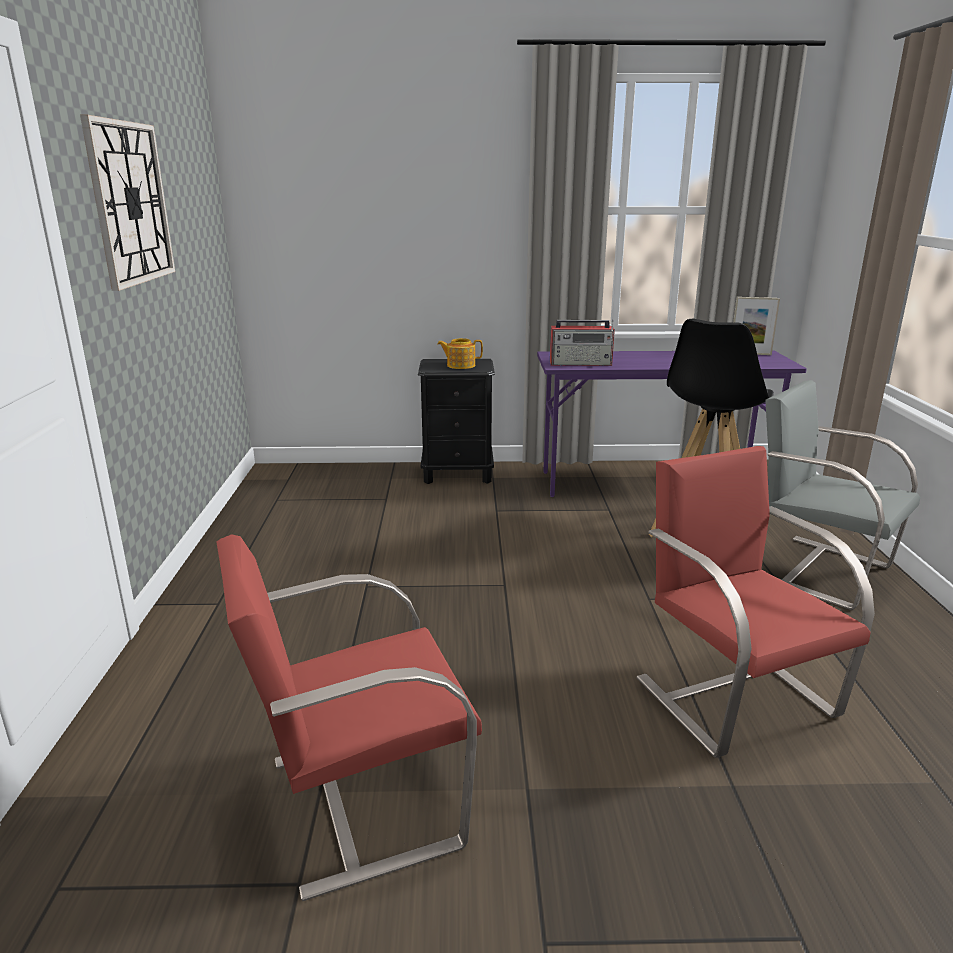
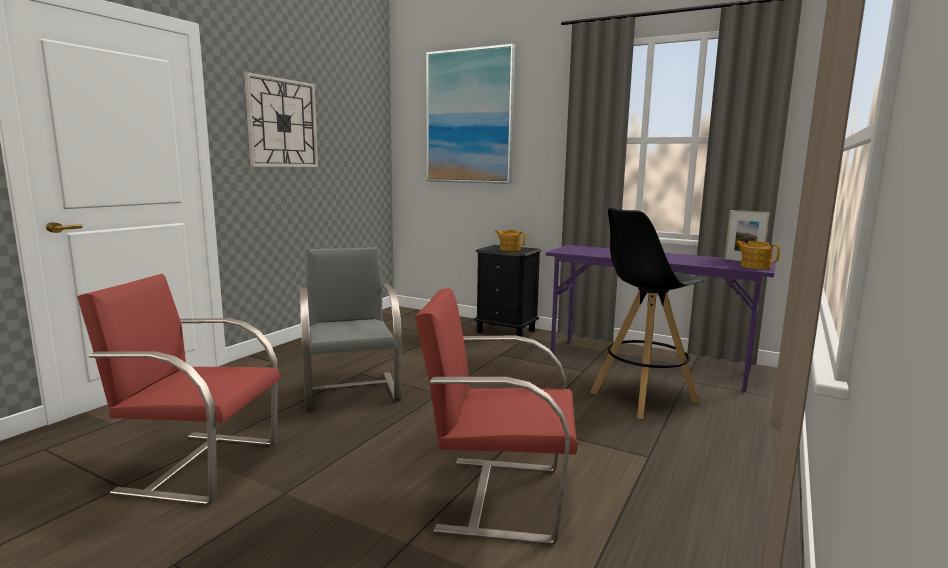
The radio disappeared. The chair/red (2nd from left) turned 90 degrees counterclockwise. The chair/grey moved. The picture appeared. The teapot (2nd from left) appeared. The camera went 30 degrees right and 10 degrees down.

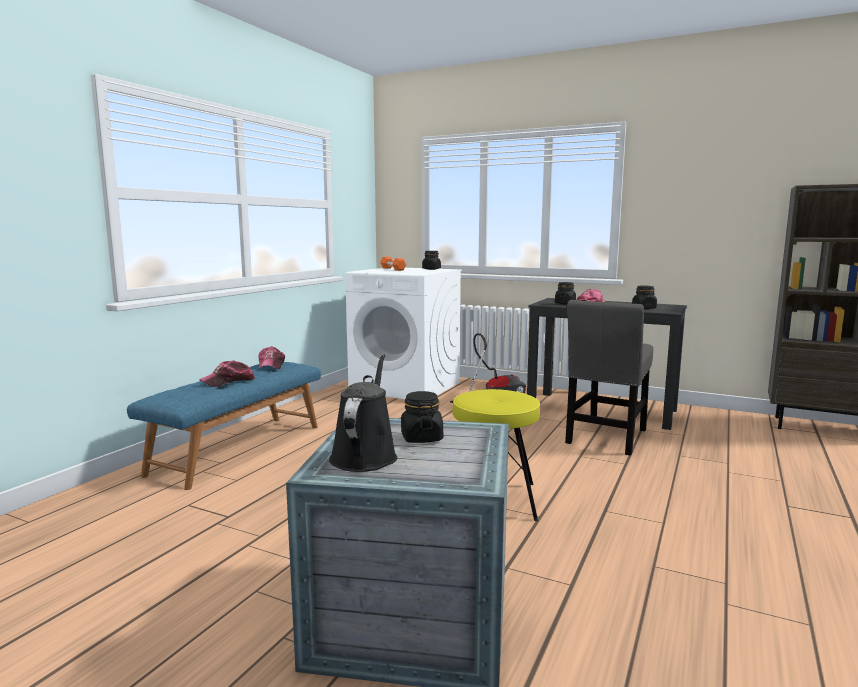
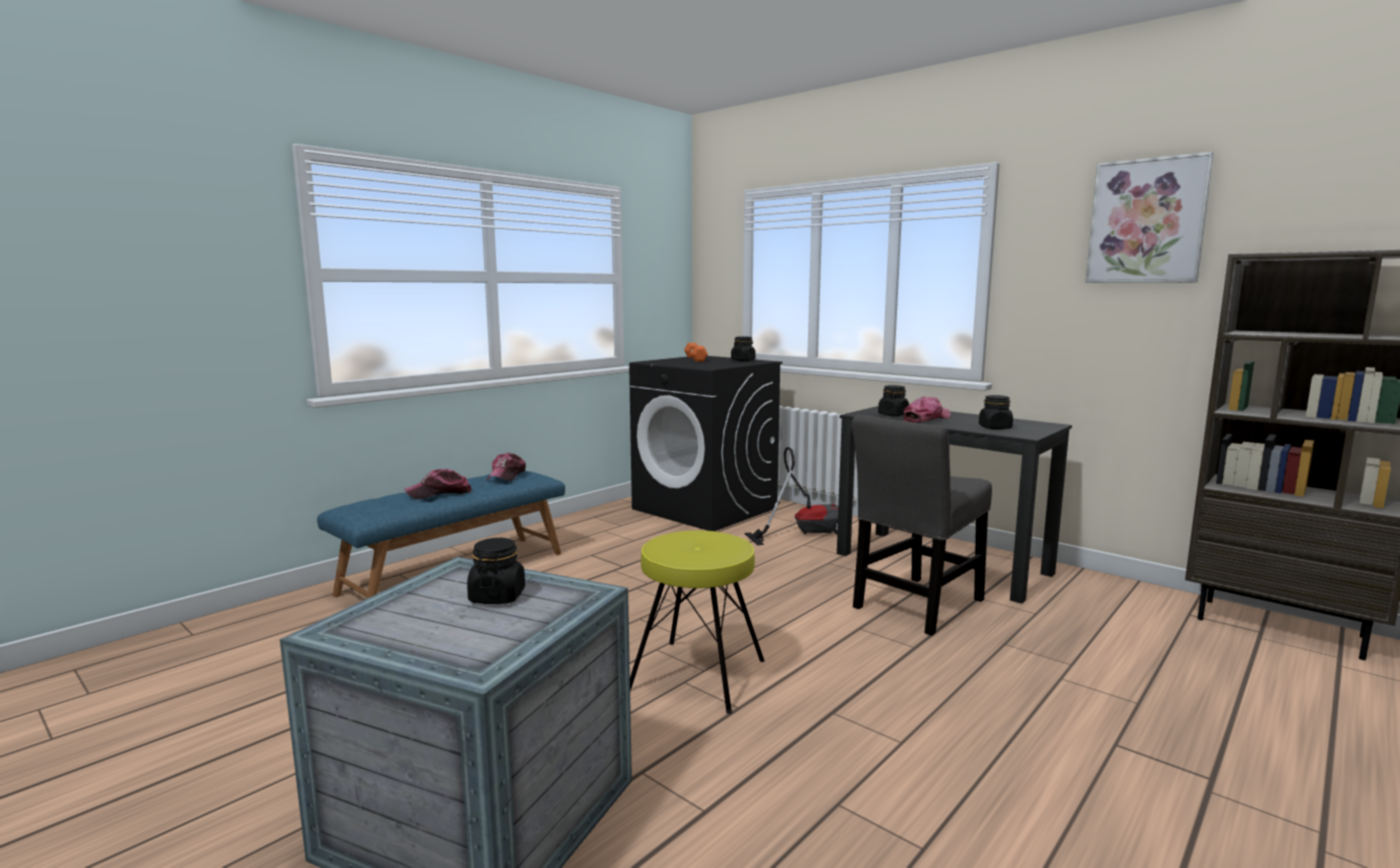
The watering can/black disappeared. The washing machine/white became the washing machine/black. The picture appeared. The camera went 15 degrees right and 0 degrees up.

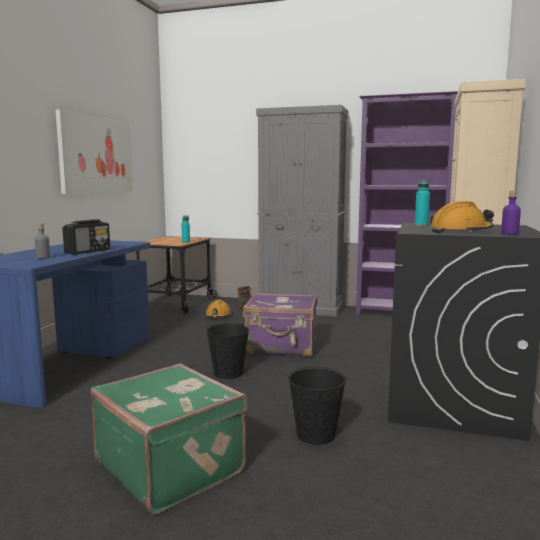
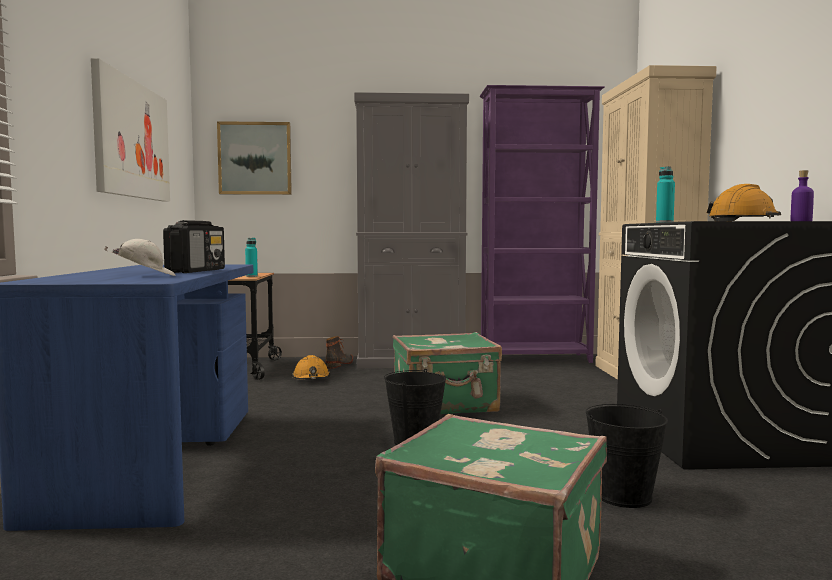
The bottle/grey was replaced by the cap/white. The suitcase/purple became the suitcase/green (1st from left). The picture (2nd from left) appeared. The camera went 20 degrees left and 5 degrees down.

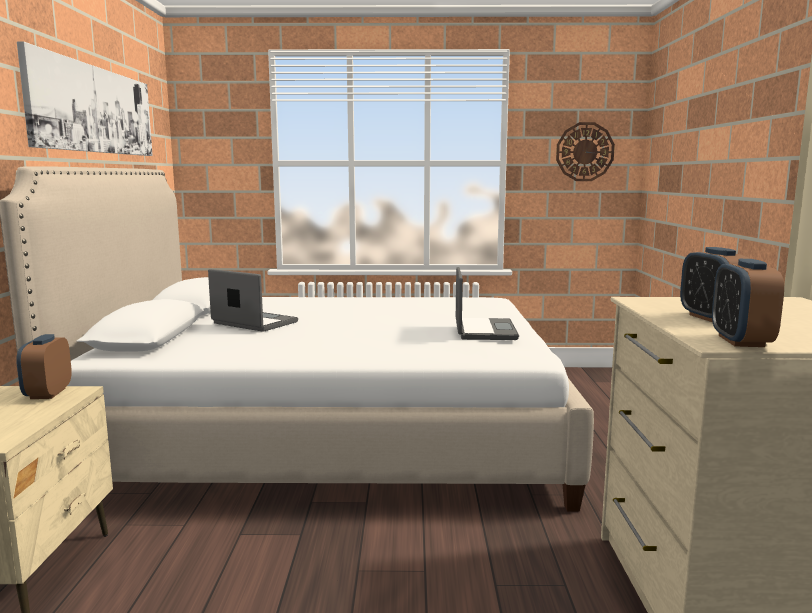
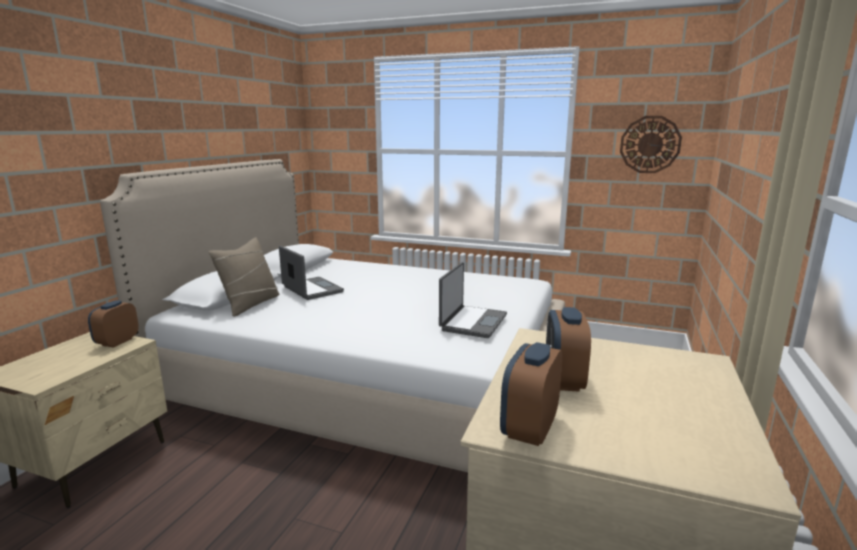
The picture disappeared. The pillow/beige appeared. The camera went 20 degrees right and 5 degrees up.

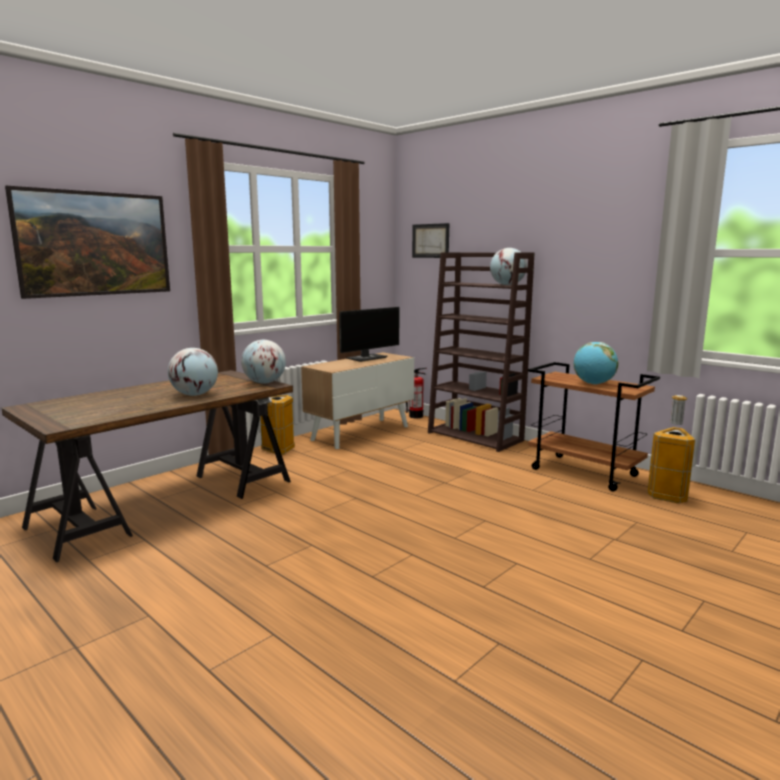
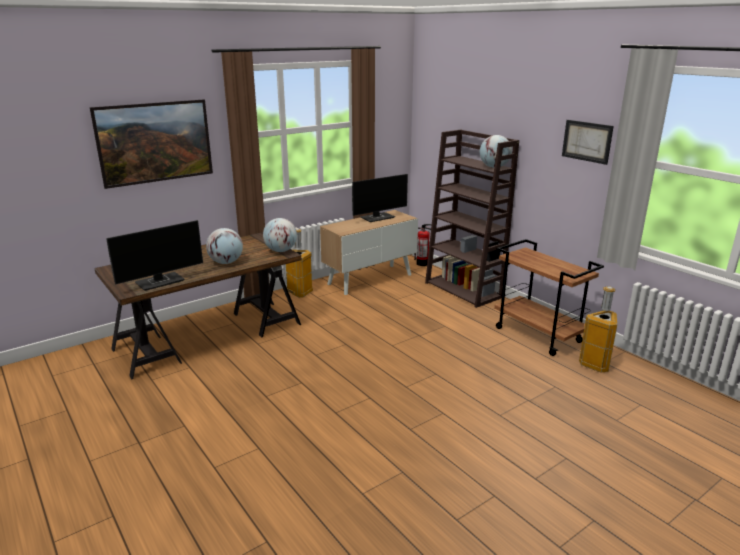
The picture (2nd from left) moved. The globe (4th from left) disappeared. The monitor (1st from left) appeared. The camera went 10 degrees right and 10 degrees up.

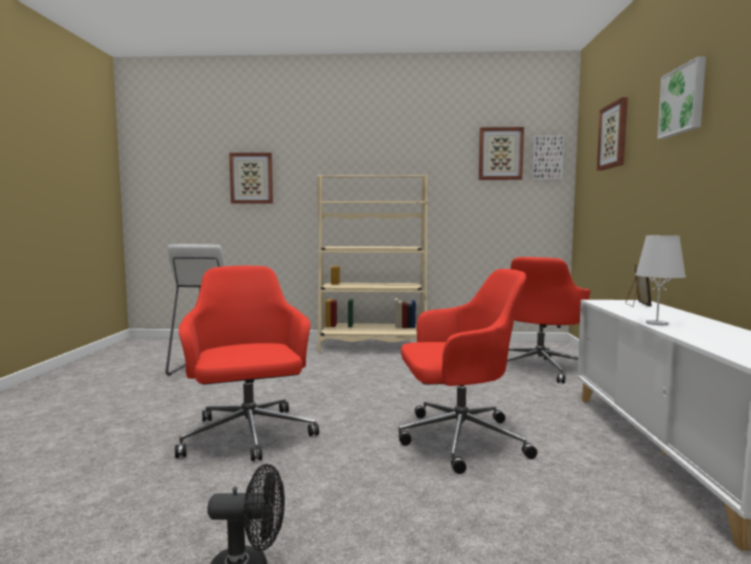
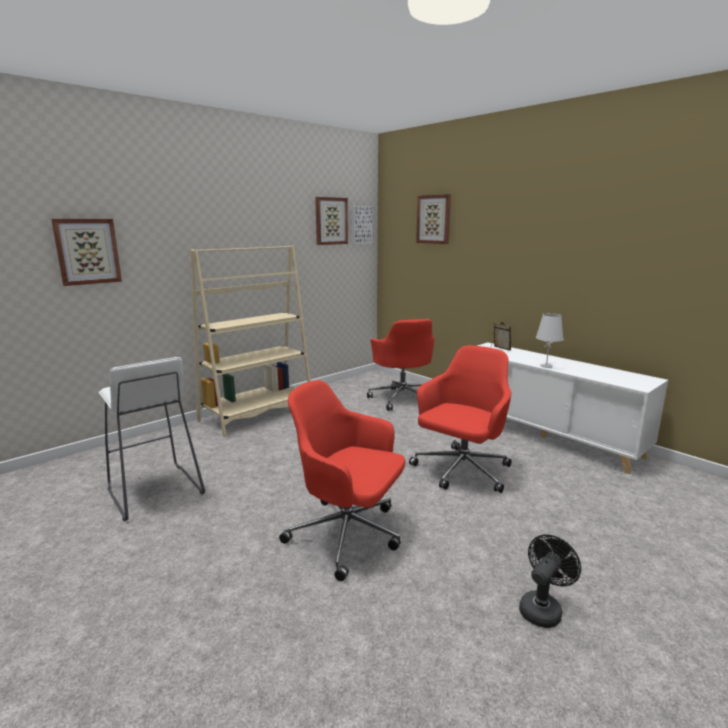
The picture (5th from left) disappeared. The camera went 45 degrees left and 10 degrees up.

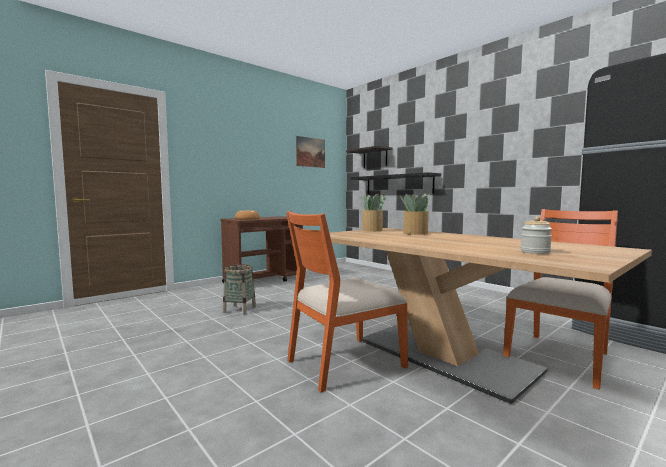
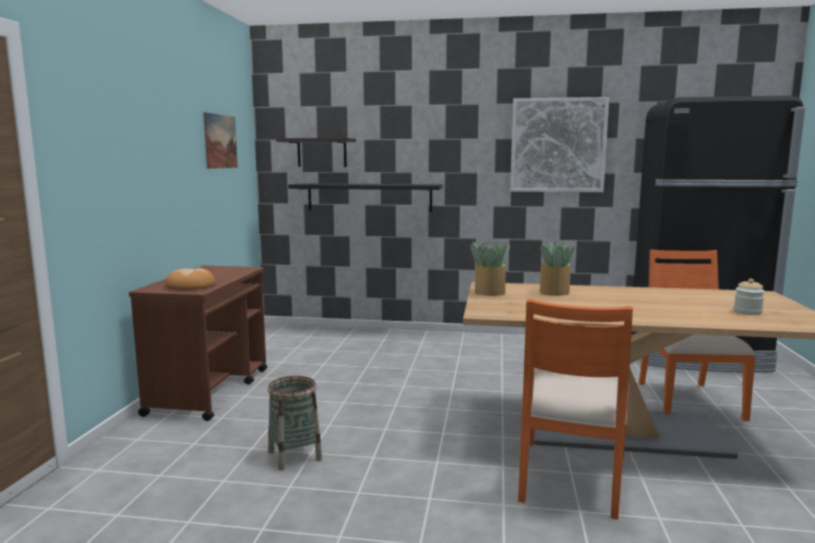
The picture (2nd from left) appeared. The camera went 40 degrees left and 5 degrees up.

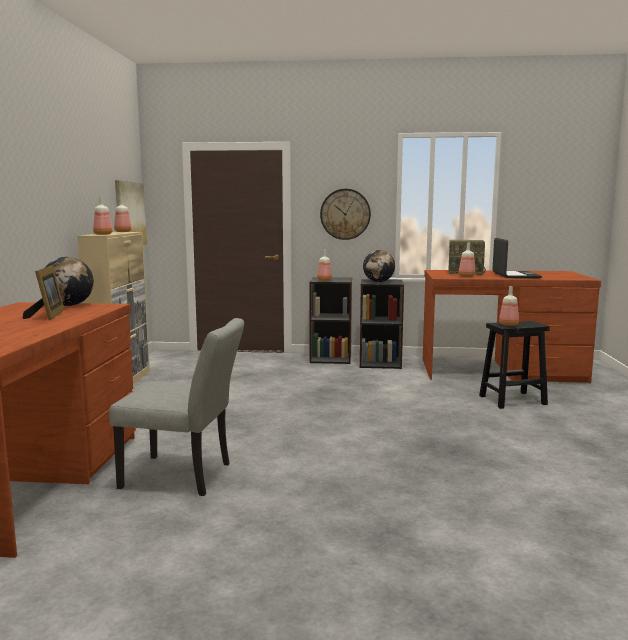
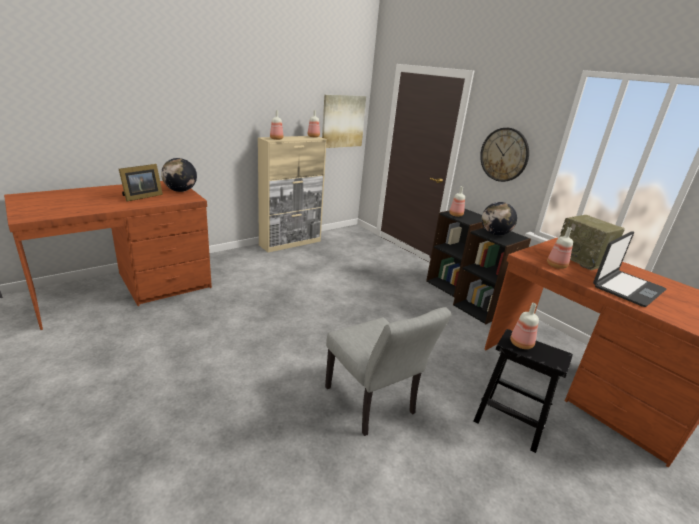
The chair/grey moved. The camera went 45 degrees right and 15 degrees up.

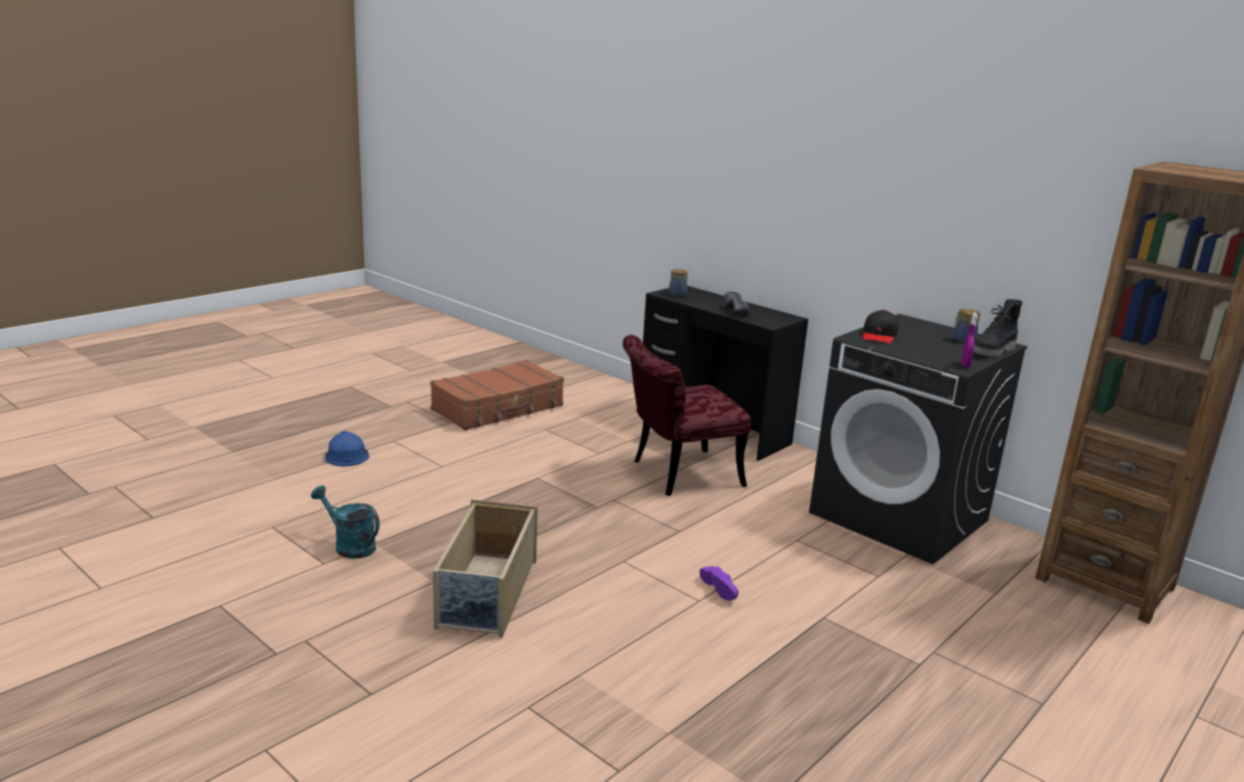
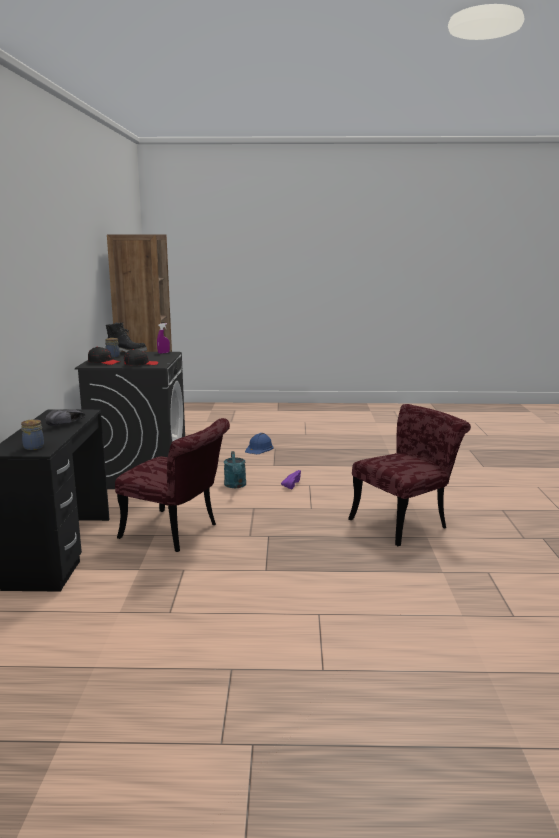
The watering can/turquoise moved. The hard hat/blue moved. The suitcase/brown disappeared. The storage box/beige was replaced by the chair/red (2nd from left). The cap/black (1st from left) appeared. The camera went 130 degrees left and 5 degrees down.

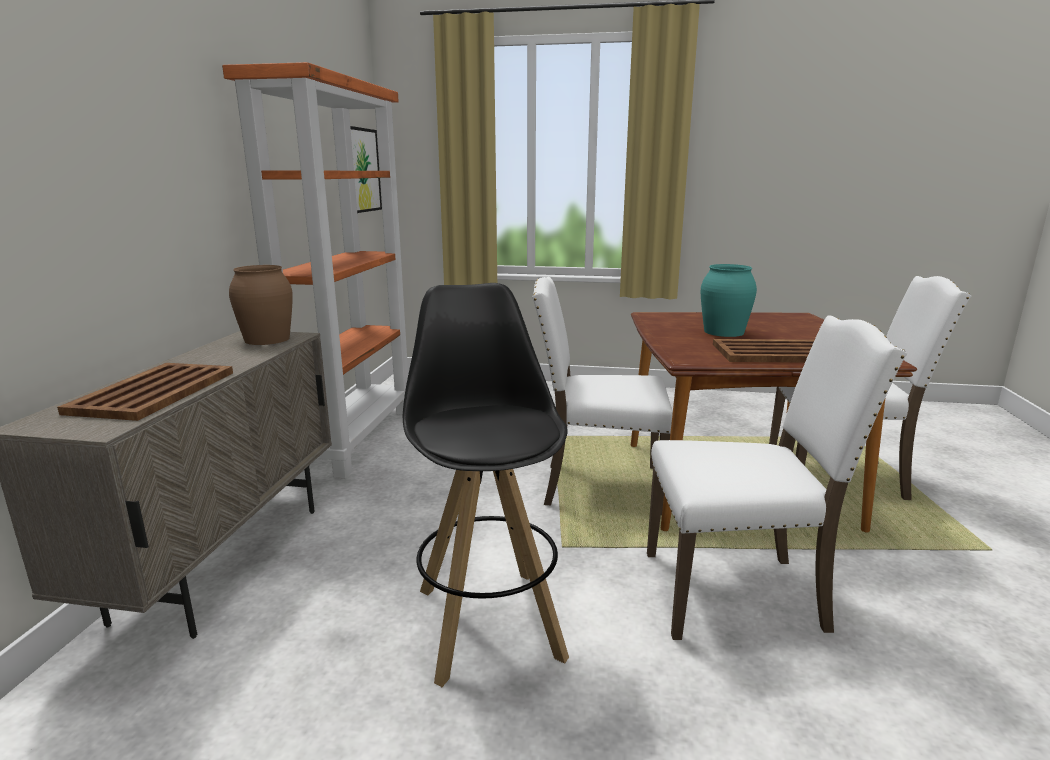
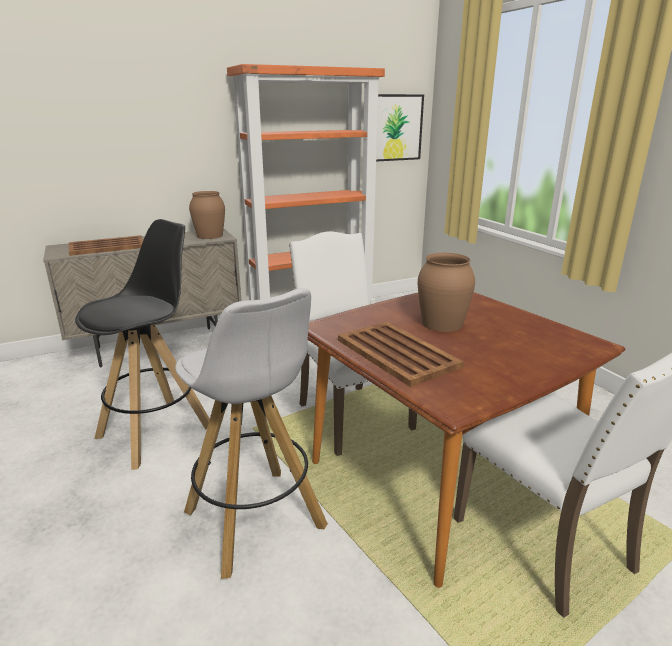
The chair/white (2nd from left) was replaced by the stool/white. The vase/turquoise became the vase/brown (2nd from left). The camera went 55 degrees right and 5 degrees up.

